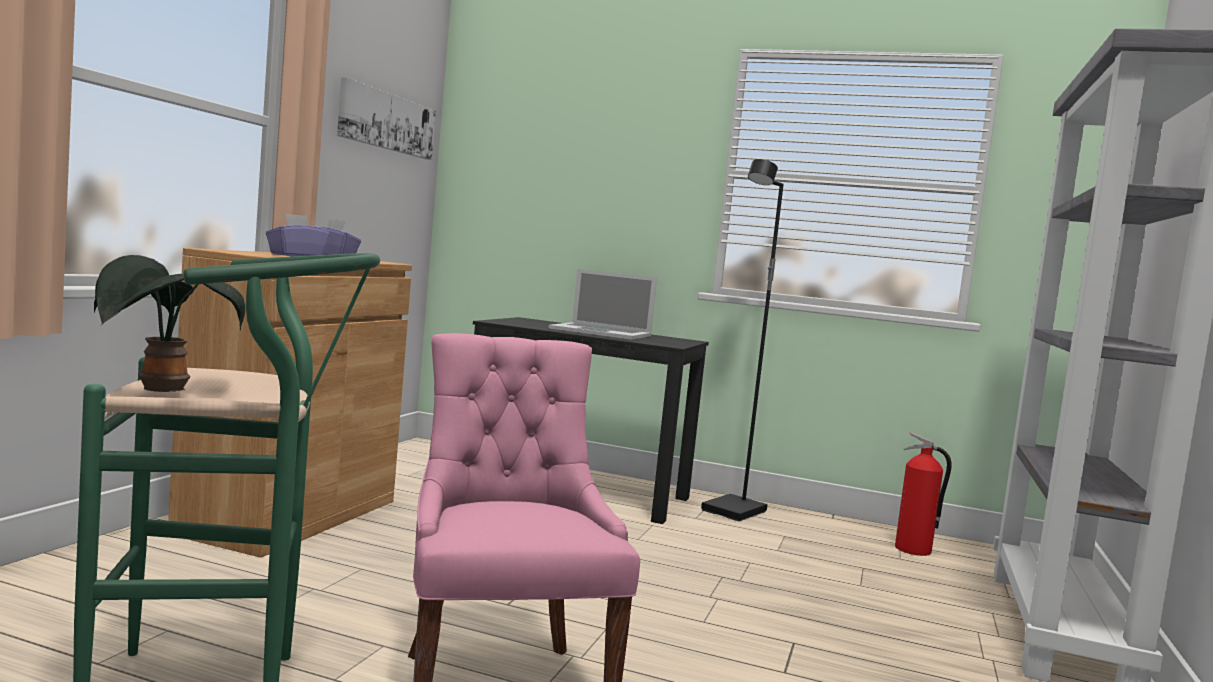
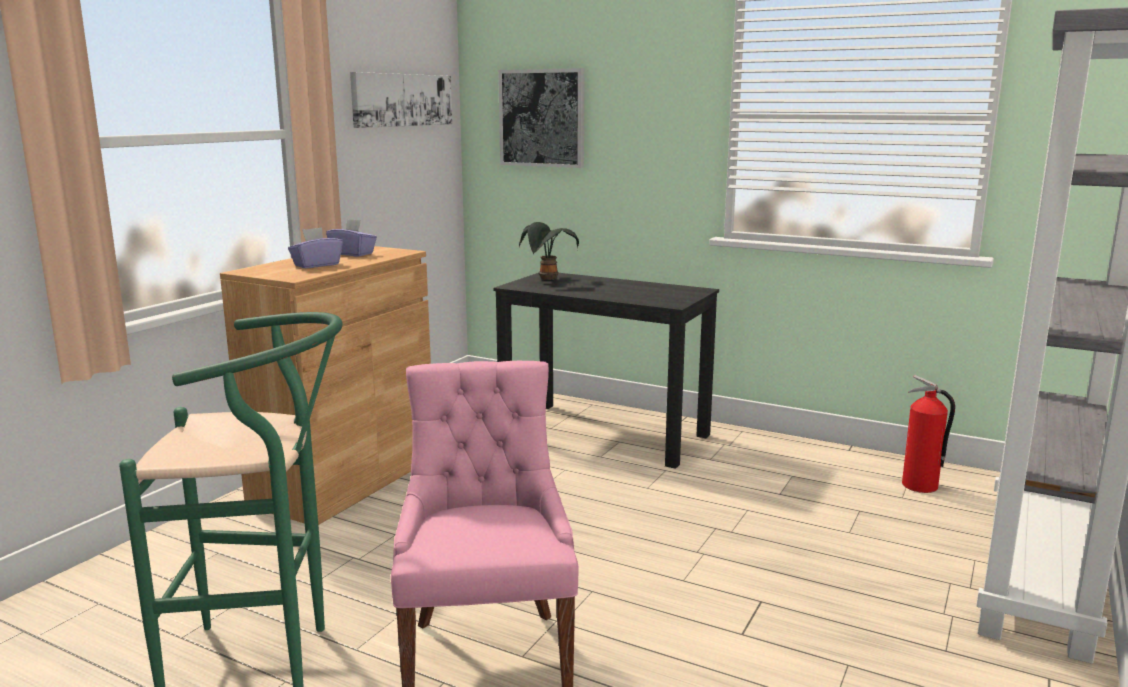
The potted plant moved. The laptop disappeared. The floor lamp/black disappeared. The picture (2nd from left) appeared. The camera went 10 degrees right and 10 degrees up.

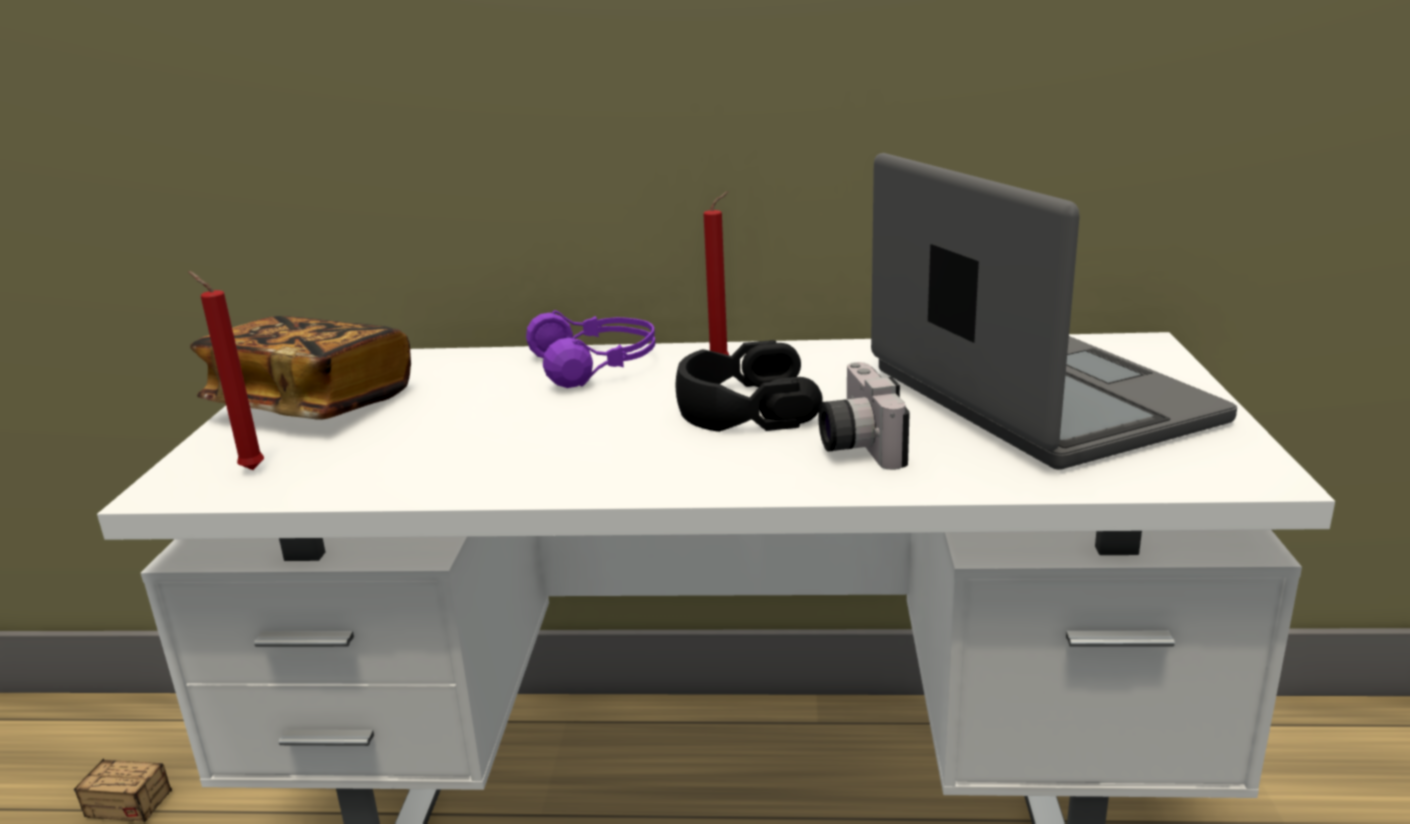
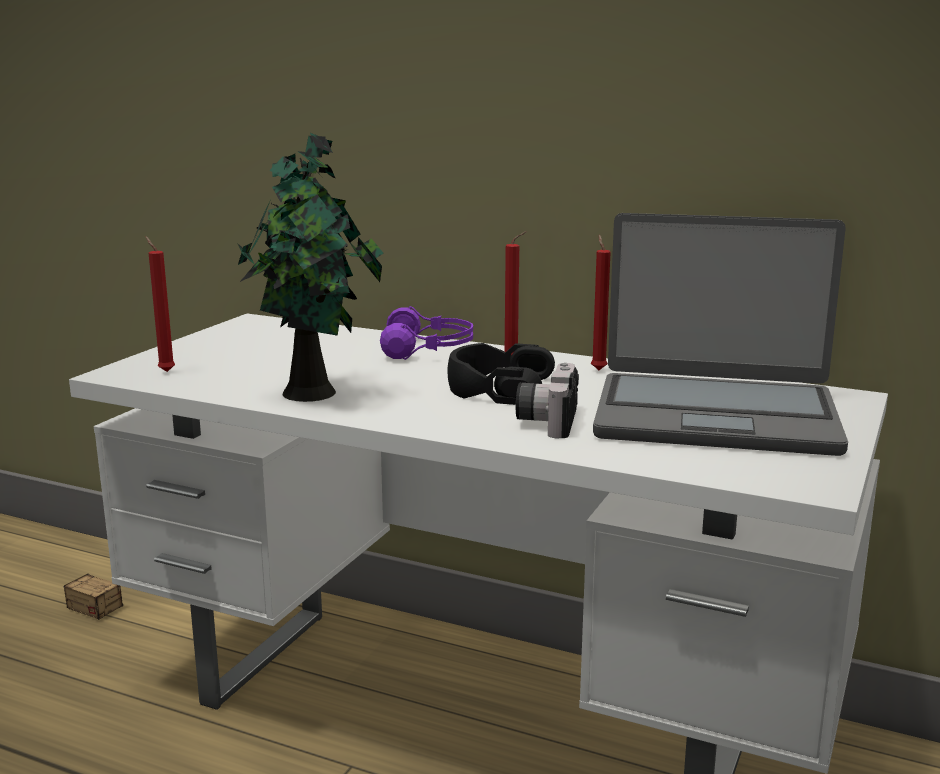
The book disappeared. The laptop turned 105 degrees clockwise. The potted plant appeared. The candle/red (3rd from left) appeared. The camera went 20 degrees right and 5 degrees down.

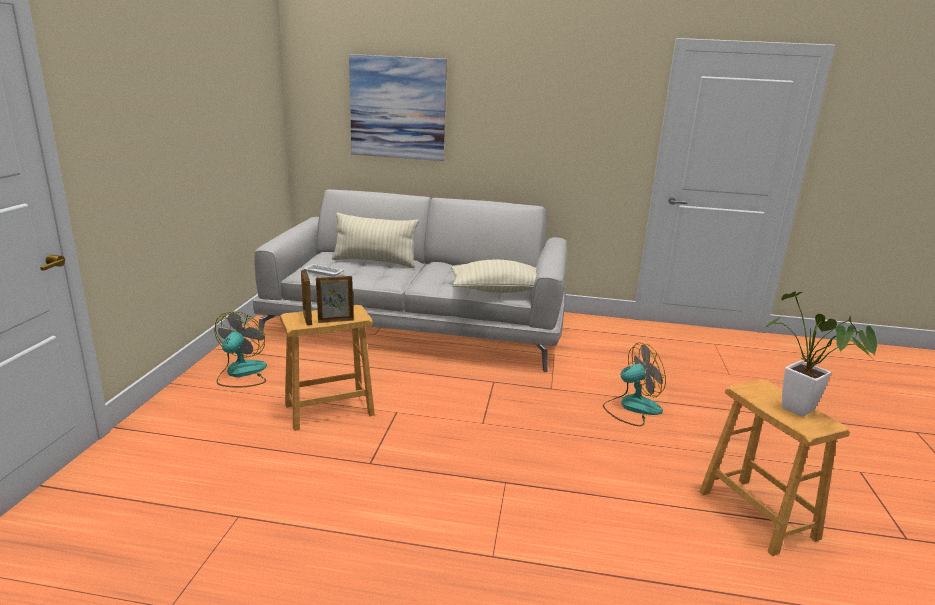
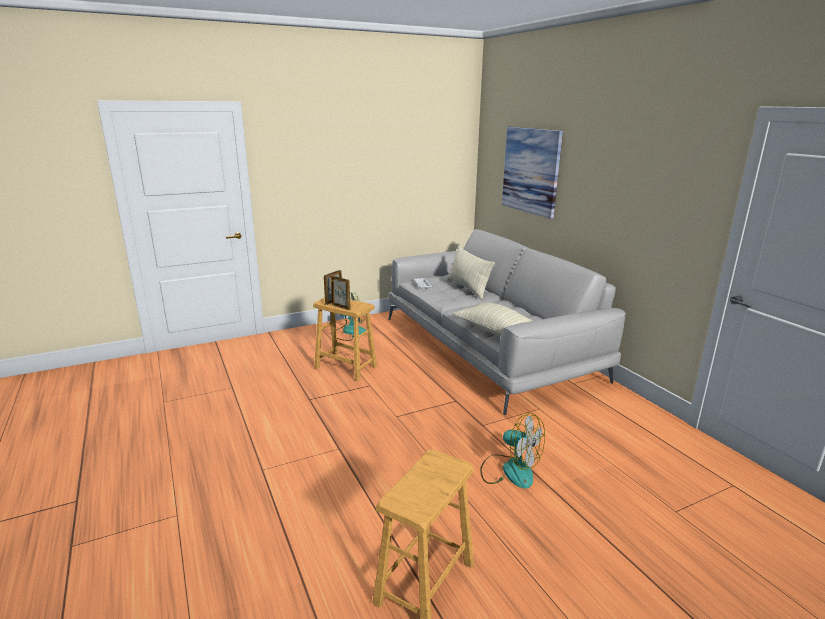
The potted plant disappeared. The camera went 55 degrees right and 0 degrees up.

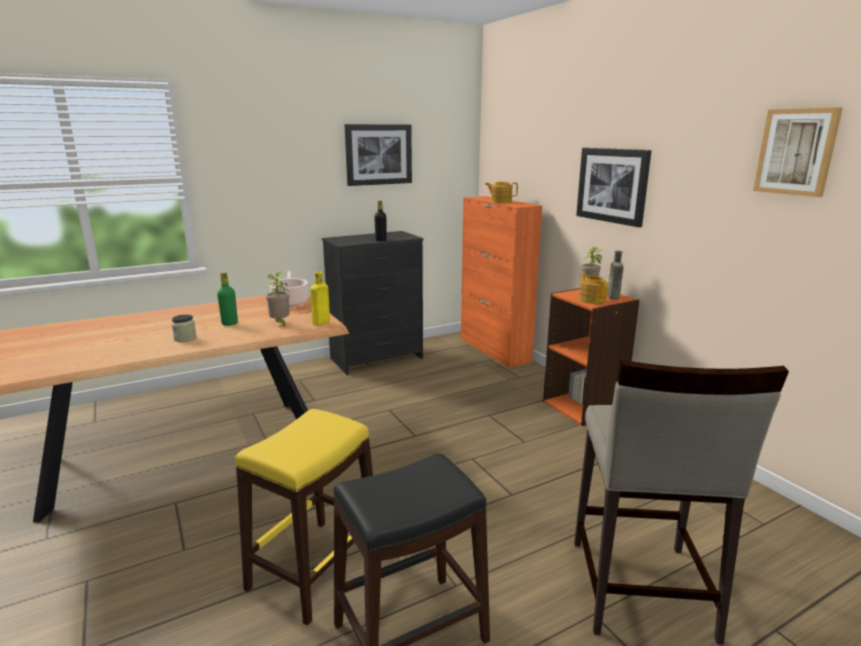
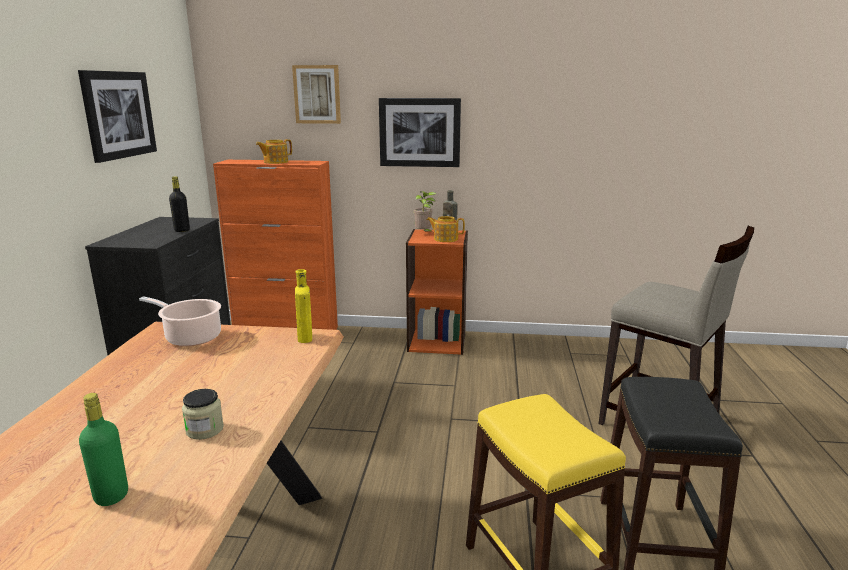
The bottle/green moved. The potted plant (1st from left) disappeared. The picture (3rd from left in the first image) moved. The camera went 55 degrees left and 0 degrees up.

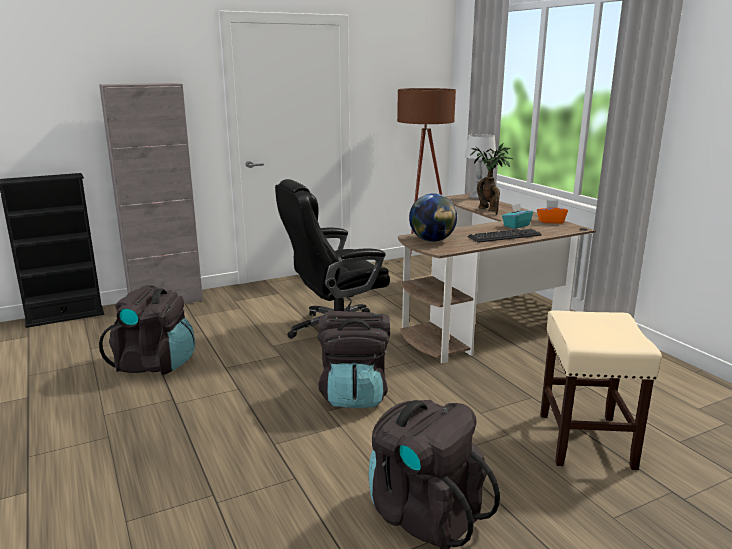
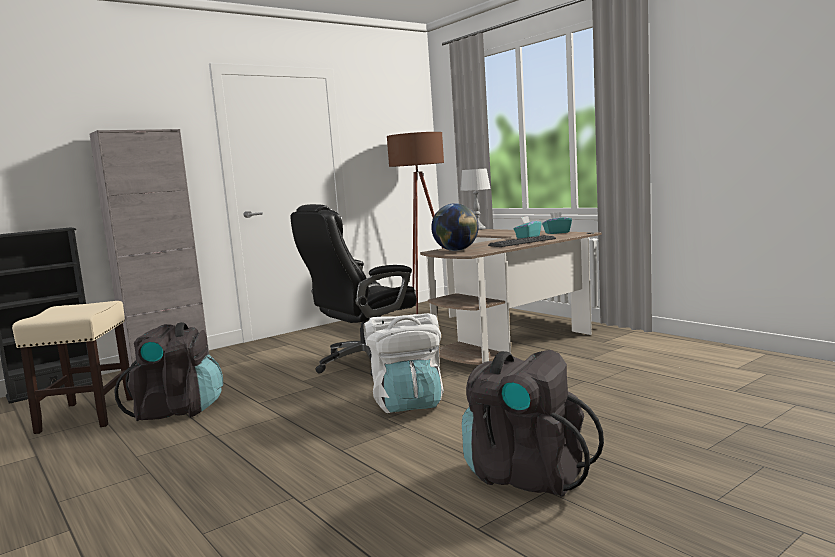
The backpack/black (2nd from left) became the backpack/white. The potted plant disappeared. The tissue box/orange became the tissue box/turquoise (2nd from left). The stool/beige moved. The camera went 10 degrees left and 10 degrees down.

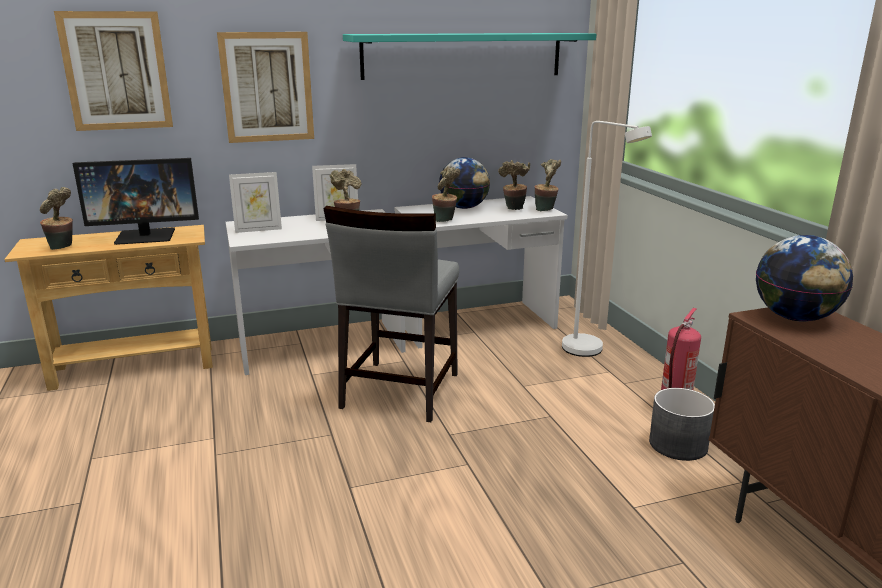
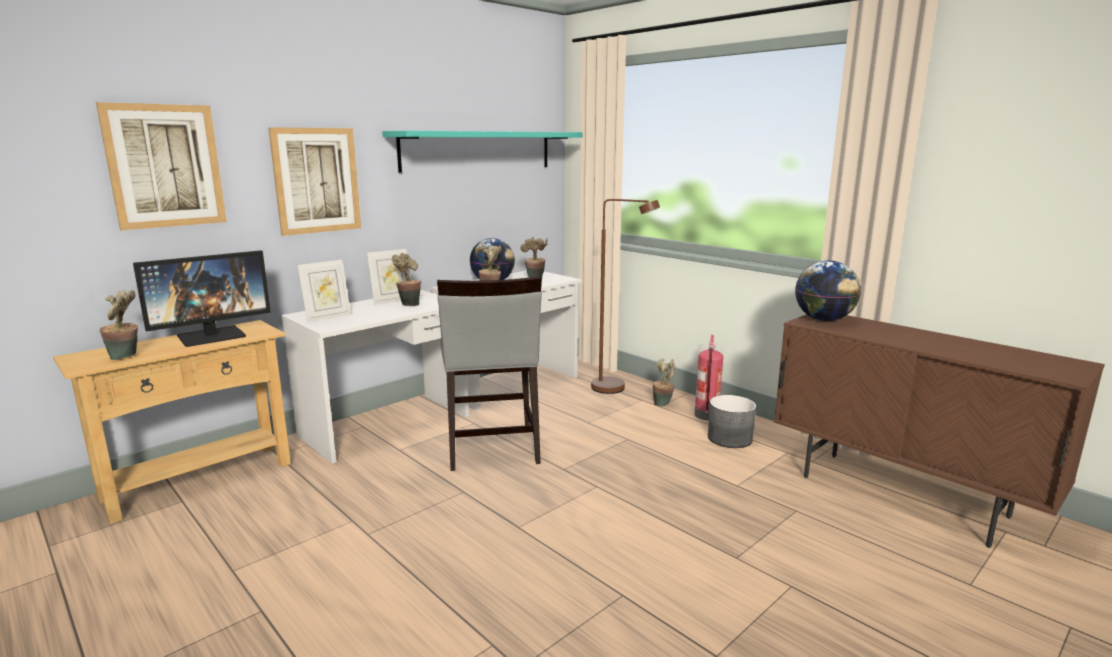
The potted plant (5th from left) moved. The floor lamp/white became the floor lamp/brown. The camera went 25 degrees left and 5 degrees down.

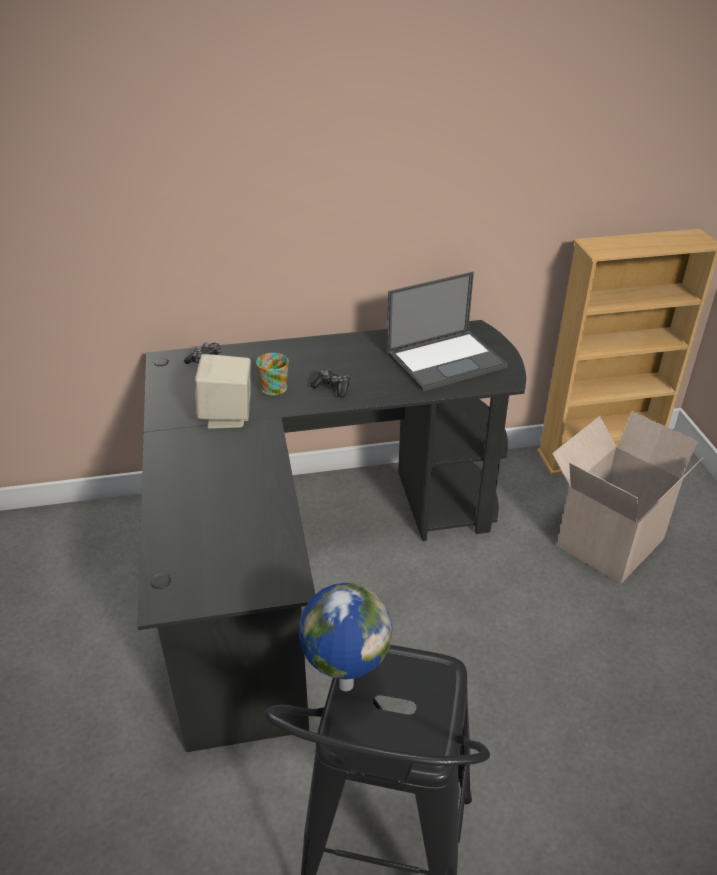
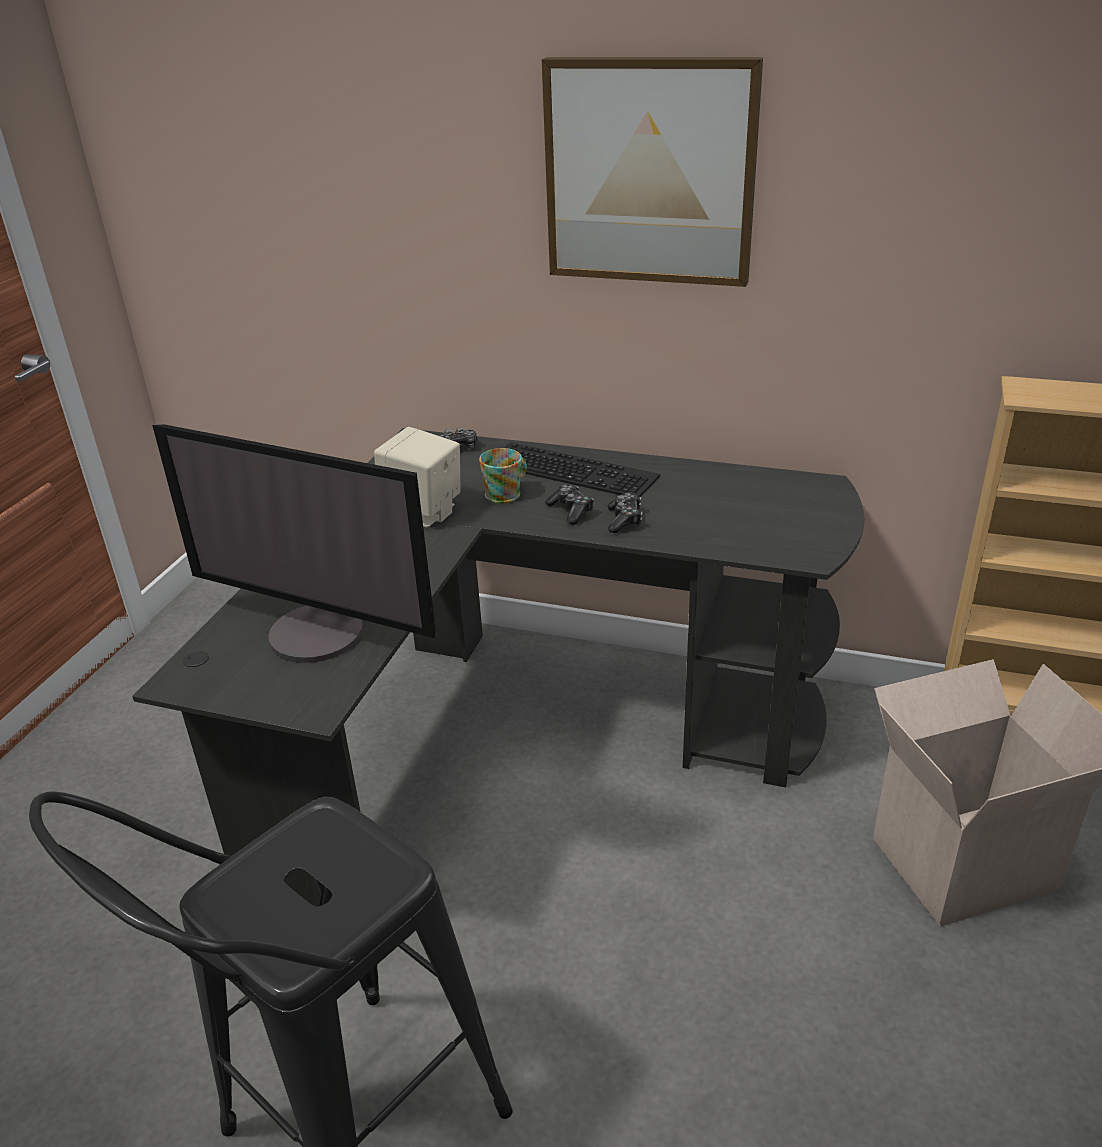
The globe disappeared. The laptop disappeared. The monitor appeared. The keyboard appeared. The picture appeared. The game controller (3rd from left) appeared. The camera went 30 degrees right and 5 degrees down.

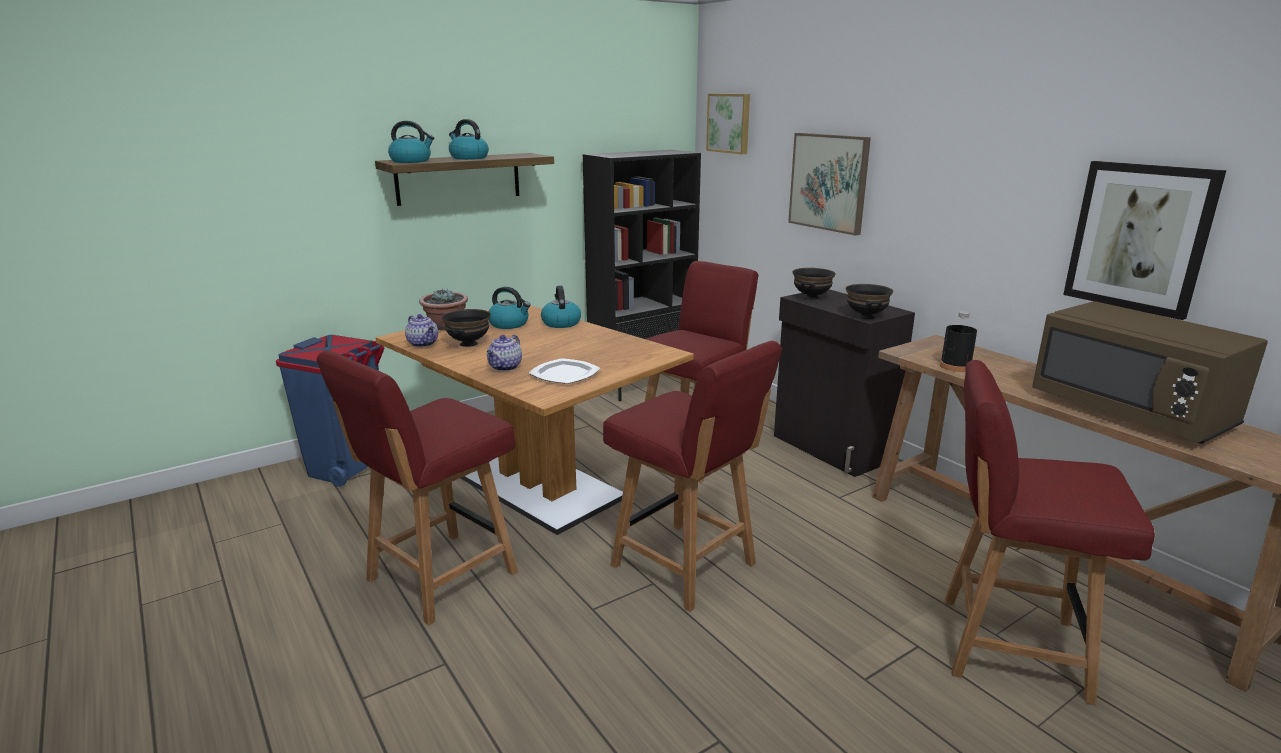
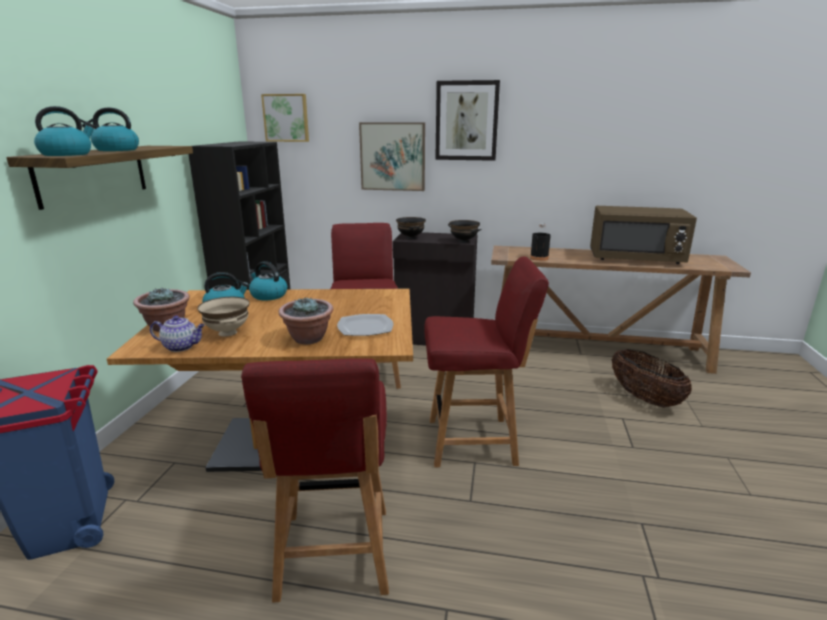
The bowl/black (1st from left) became the bowl/beige. The teapot (2nd from left) was replaced by the potted plant (2nd from left). The chair/red (4th from left) was replaced by the basket. The picture (3rd from left) moved. The camera went 45 degrees left and 0 degrees up.

